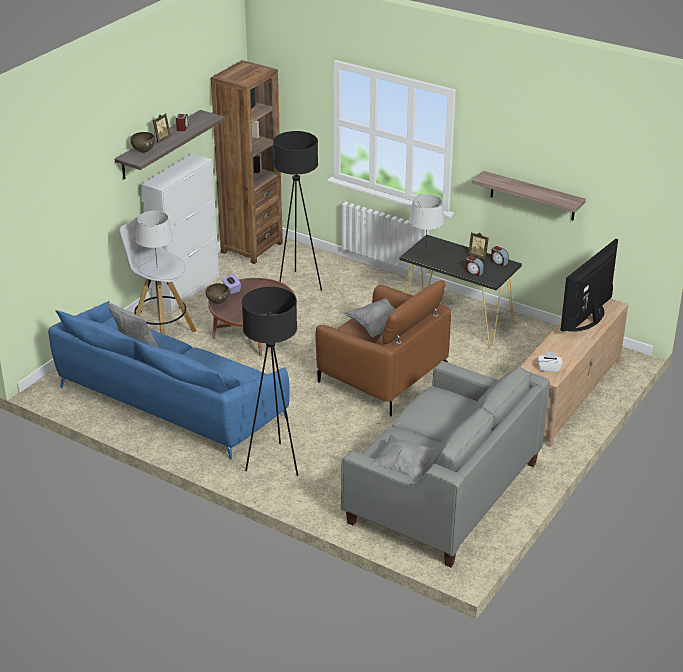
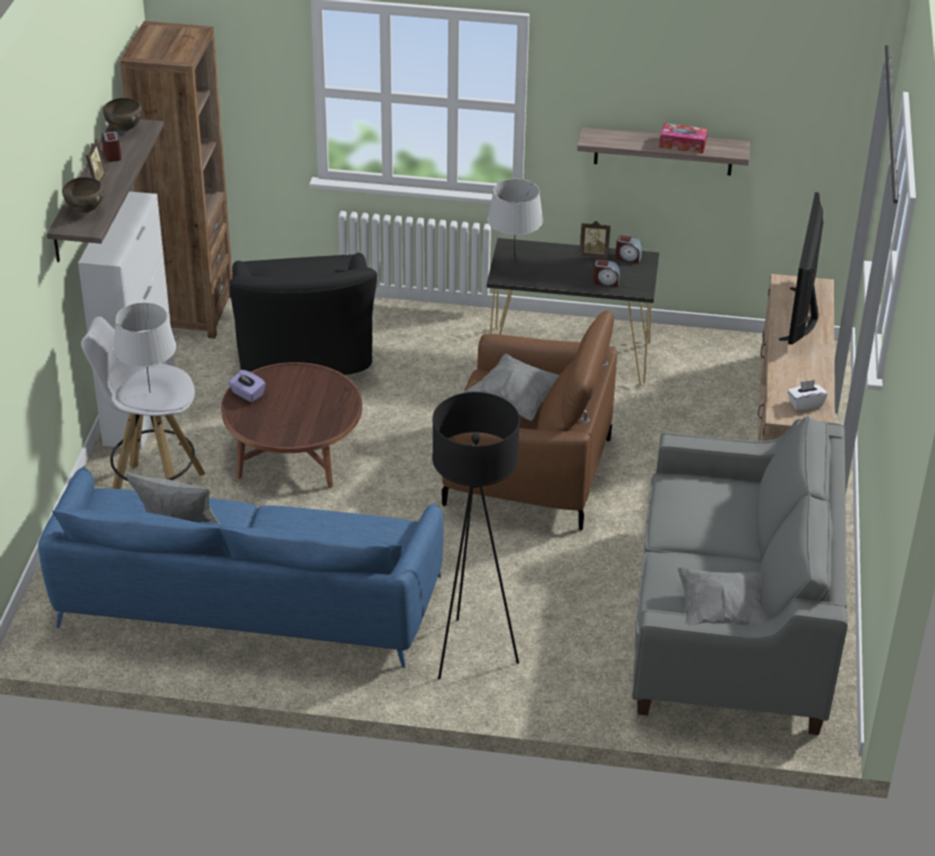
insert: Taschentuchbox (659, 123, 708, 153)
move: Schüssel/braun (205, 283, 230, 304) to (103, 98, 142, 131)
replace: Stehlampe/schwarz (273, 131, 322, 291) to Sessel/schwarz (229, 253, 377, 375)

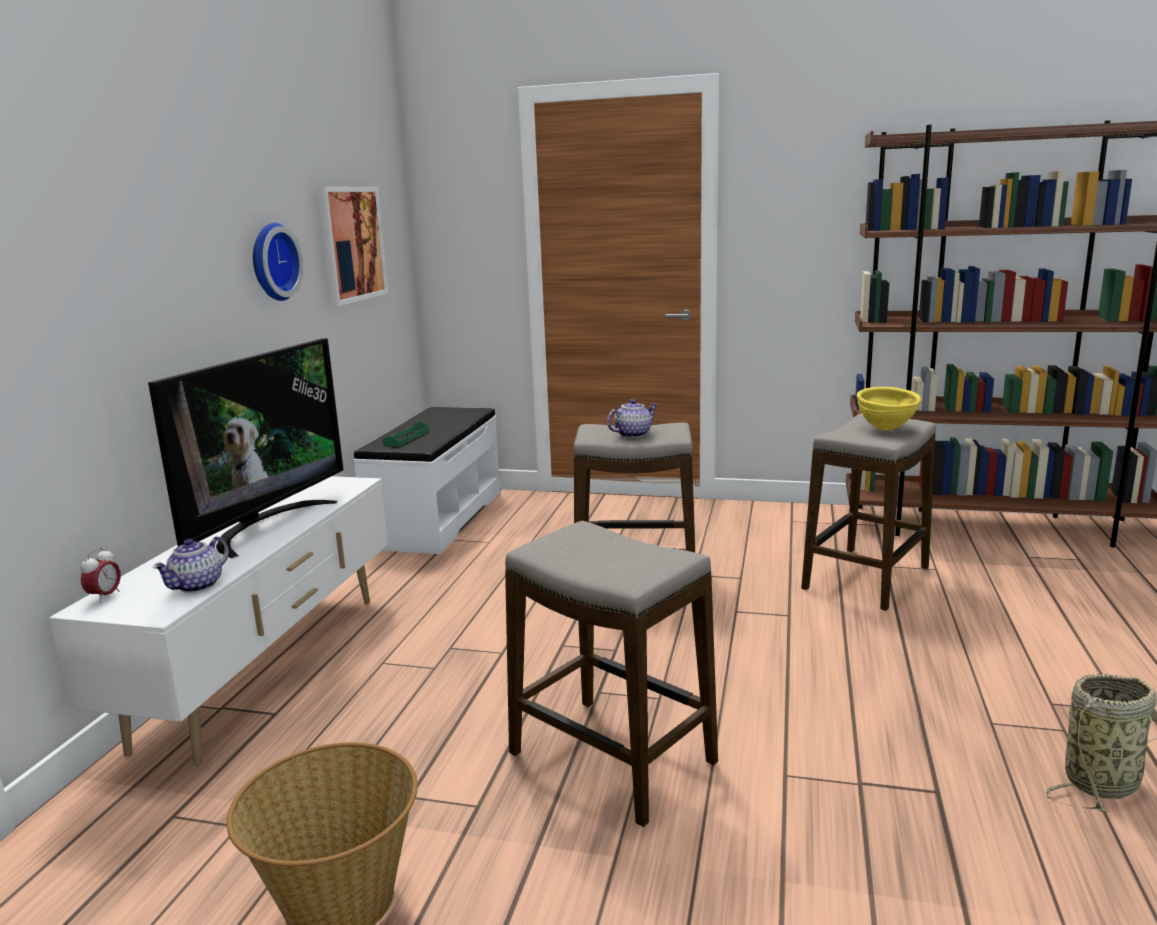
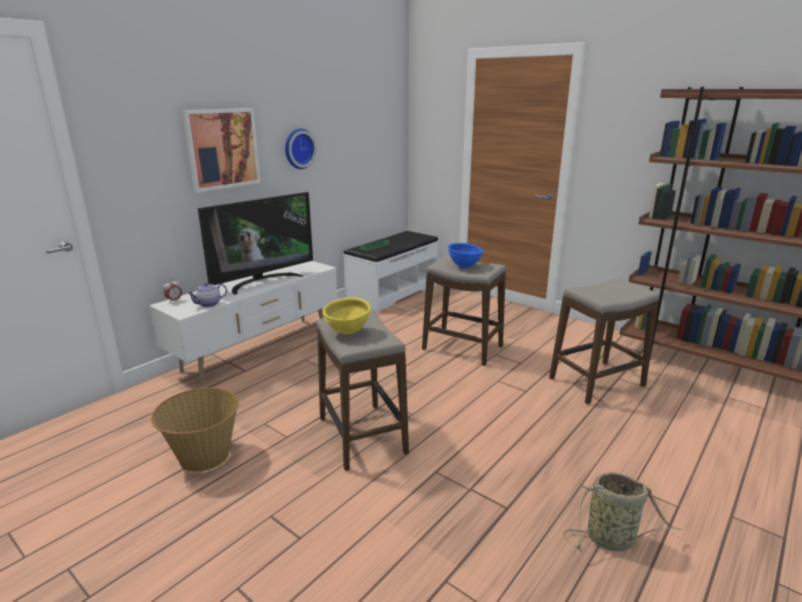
move: Bild (317, 186, 389, 306) to (182, 108, 261, 193); Schüssel/gelb (857, 387, 921, 430) to (323, 297, 371, 335)
replace: Teekanne (607, 399, 657, 438) to Schüssel/blau (448, 243, 483, 268)

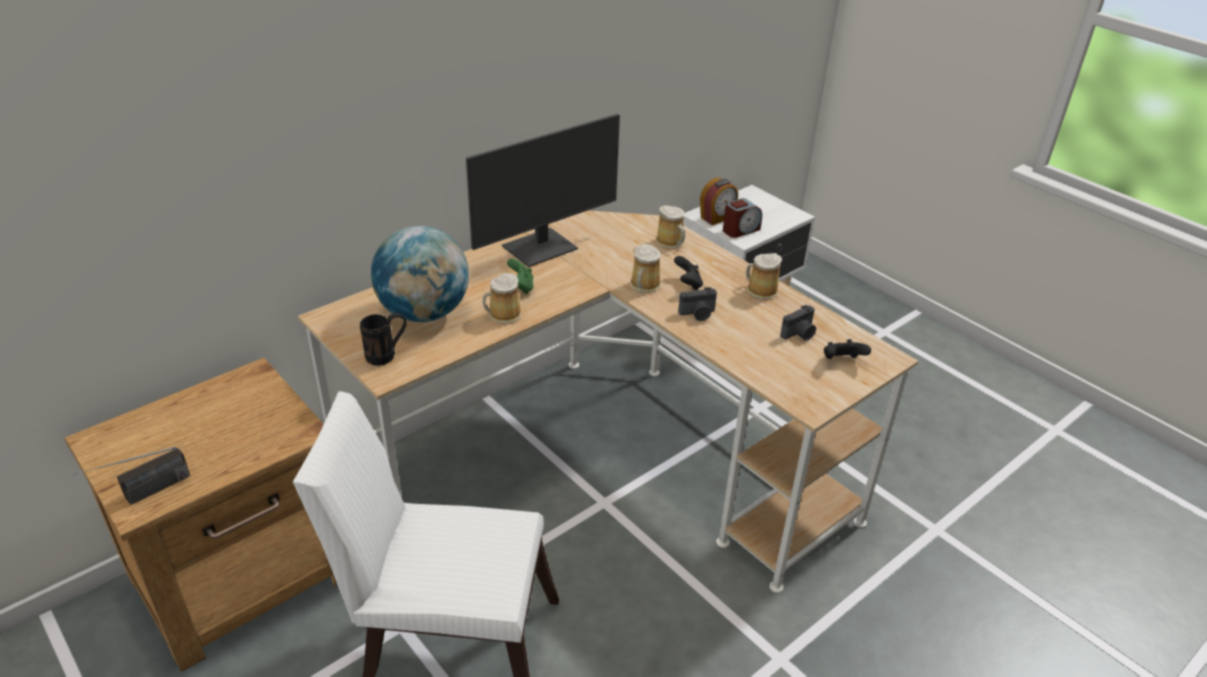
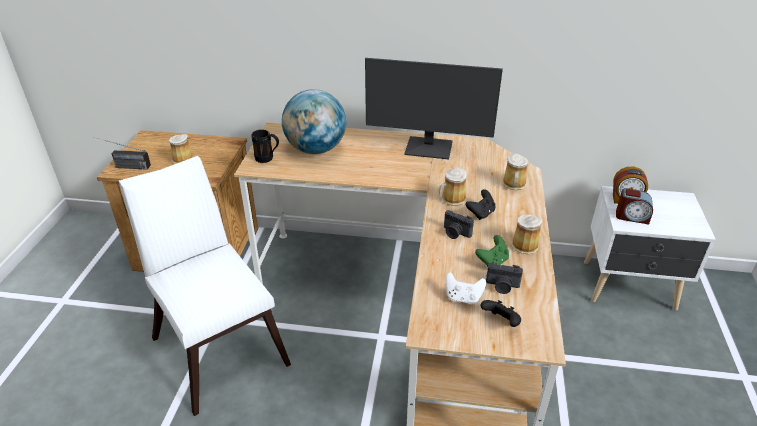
insert: Gamepad/weiß (445, 272, 486, 304)
move: Henkelbecher (483, 273, 522, 324) to (169, 134, 193, 164); Gamepad/grün (507, 259, 534, 294) to (475, 235, 509, 267)

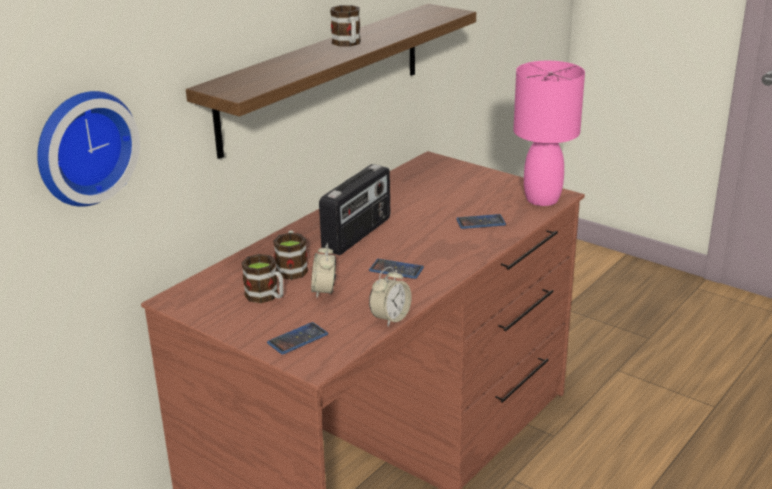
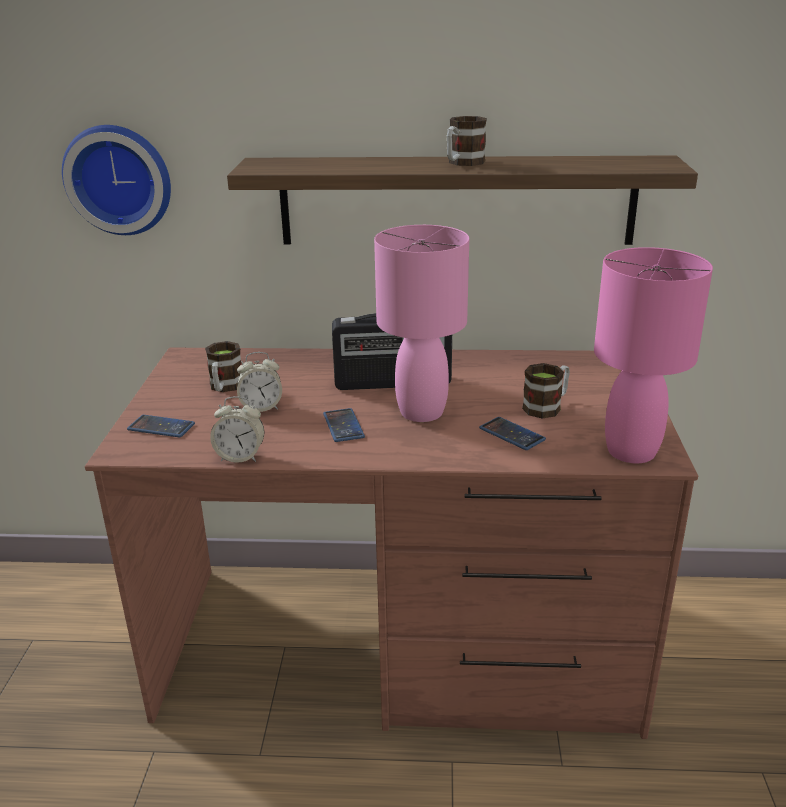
insert: Tischlampe/rosa (374, 225, 469, 422)
move: Henkelbecher (273, 230, 308, 280) to (522, 363, 570, 418)
rotate: Wecker (311, 243, 336, 298) = (237, 352, 282, 412) 150 degrees counterclockwise

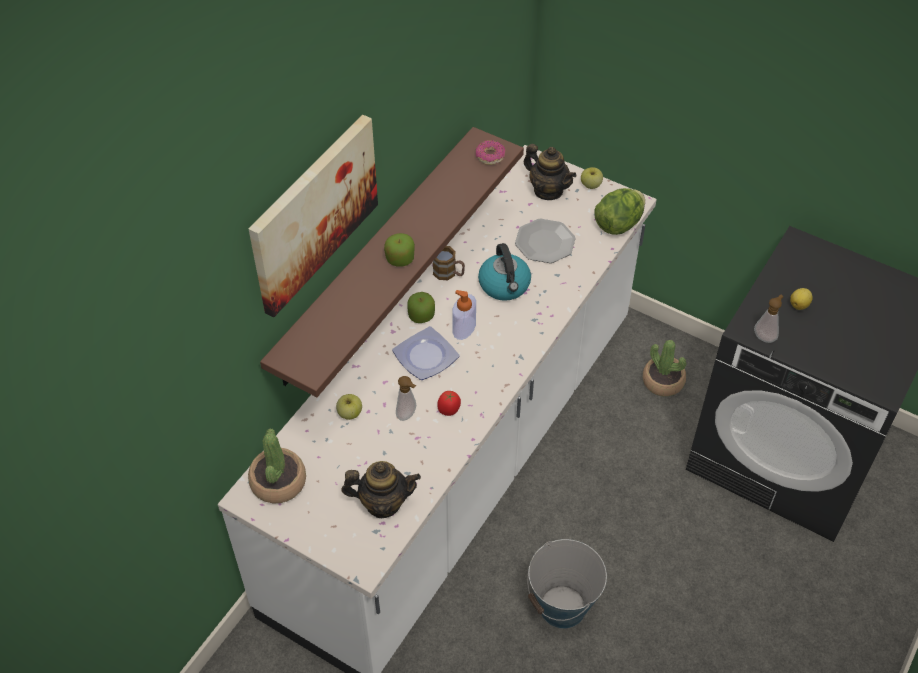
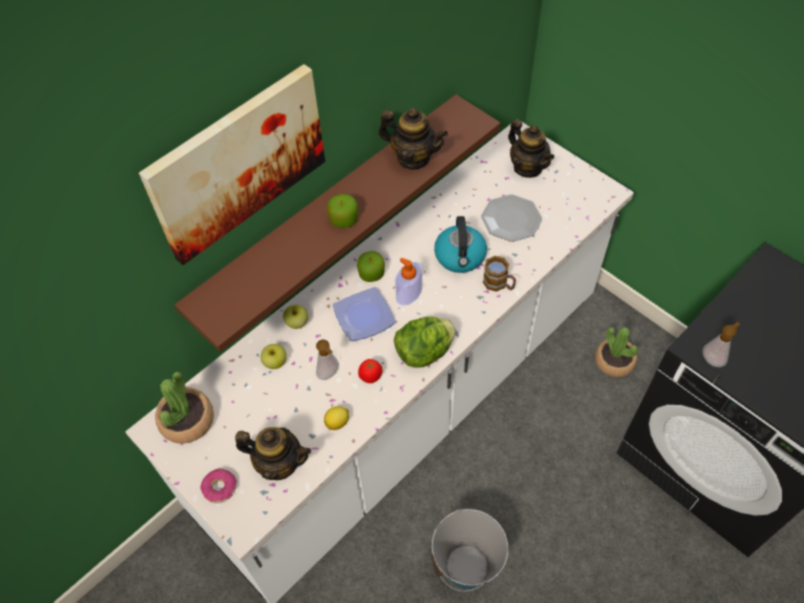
insert: Teekanne (378, 108, 448, 169)
move: Henkelbecher (433, 246, 465, 280) to (483, 256, 516, 292); Donut (476, 140, 506, 165) to (200, 469, 237, 503); Apfel (581, 167, 603, 189) to (283, 305, 308, 329); Salatkopf (595, 188, 645, 235) to (394, 316, 456, 368); Zitrone (790, 288, 813, 310) to (324, 406, 349, 430)

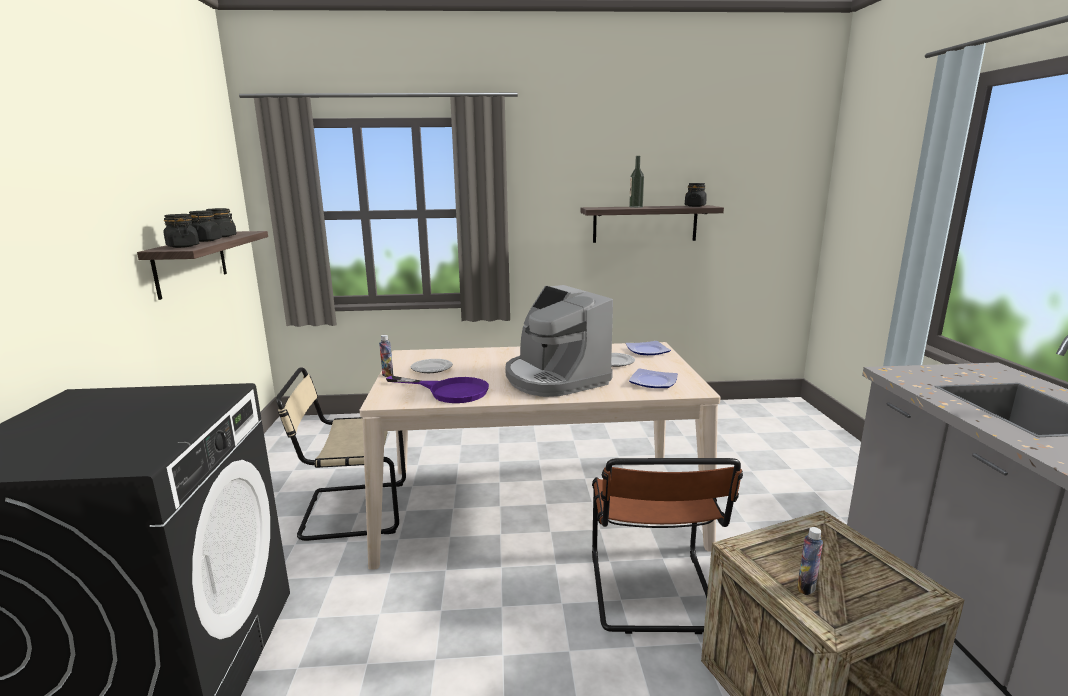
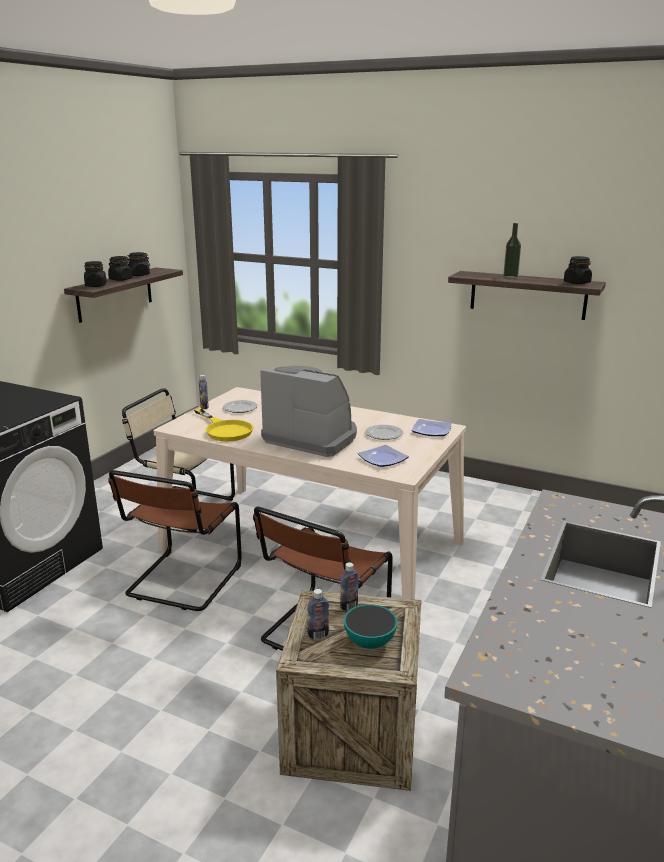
insert: Stuhl/braun (108, 470, 242, 611); Flasche (340, 562, 358, 611); Schüssel (344, 604, 397, 649)
recolor: Pfanne/lila (386, 376, 489, 403) to Pfanne/gelb (194, 409, 253, 441)
rotate: Kaffeemaschine (505, 285, 613, 397) = (260, 366, 357, 457) 120 degrees clockwise

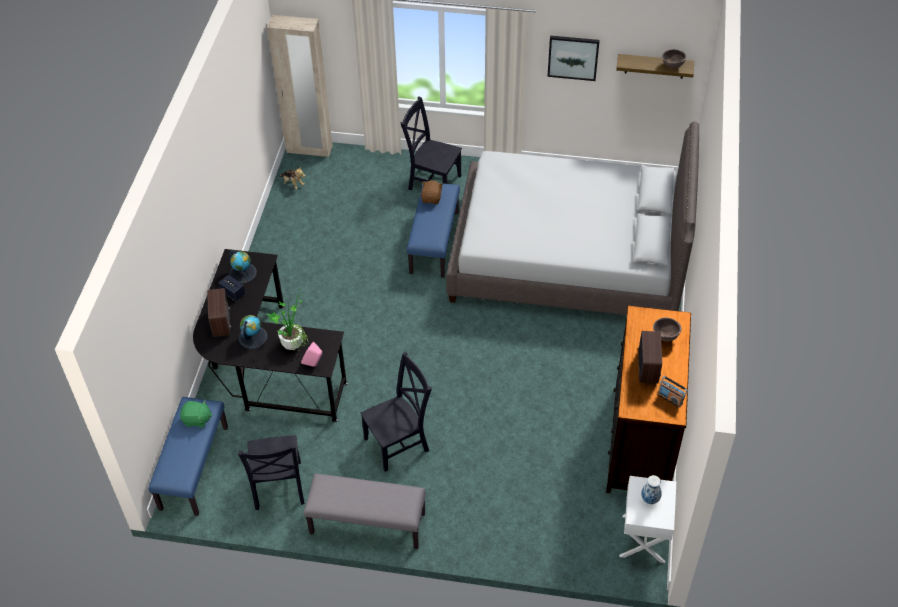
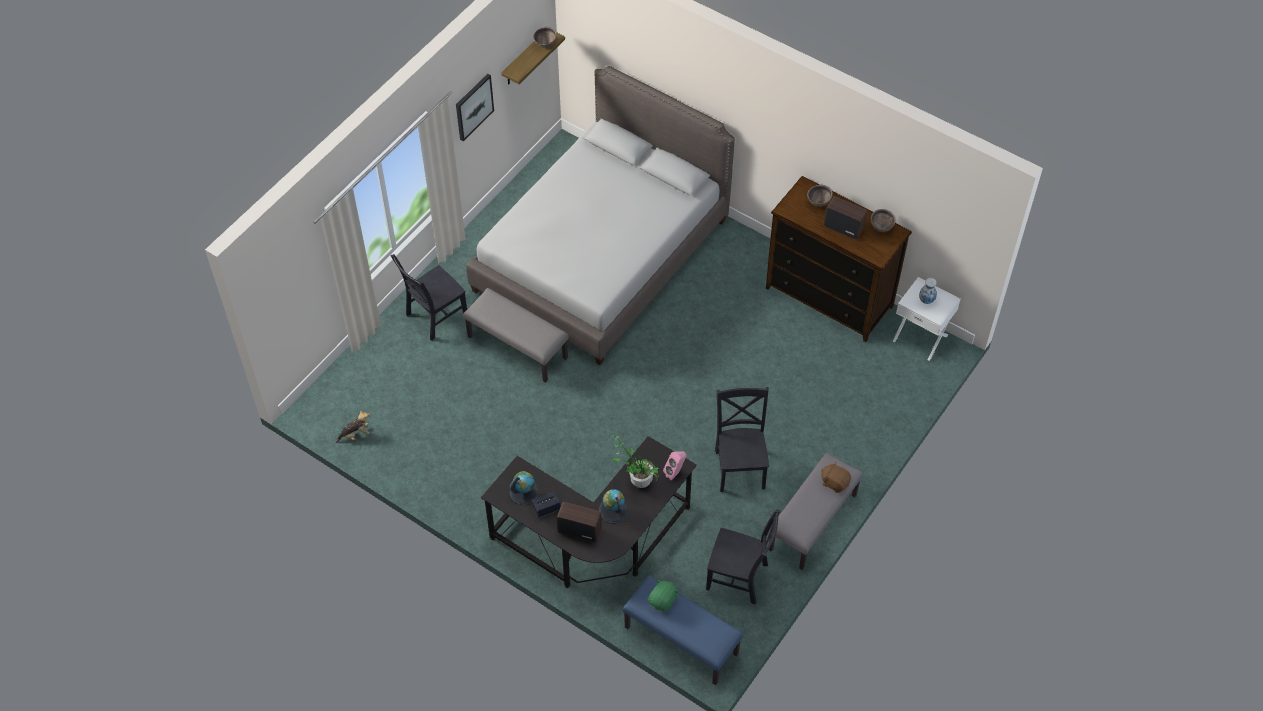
delete: Kleiderschrank/beige (267, 15, 333, 157)
move: Plüschtier/braun (421, 180, 443, 204) to (821, 461, 851, 493)
replace: Radio (658, 376, 688, 408) to Schüssel/braun (871, 209, 896, 232)
recolor: Bank/blau (406, 181, 460, 278) to Bank/grau (463, 288, 569, 383)

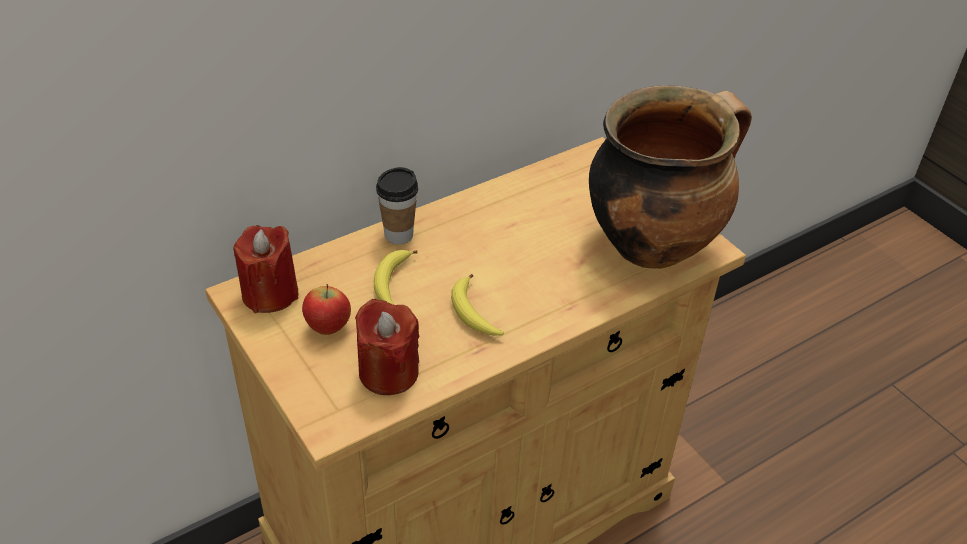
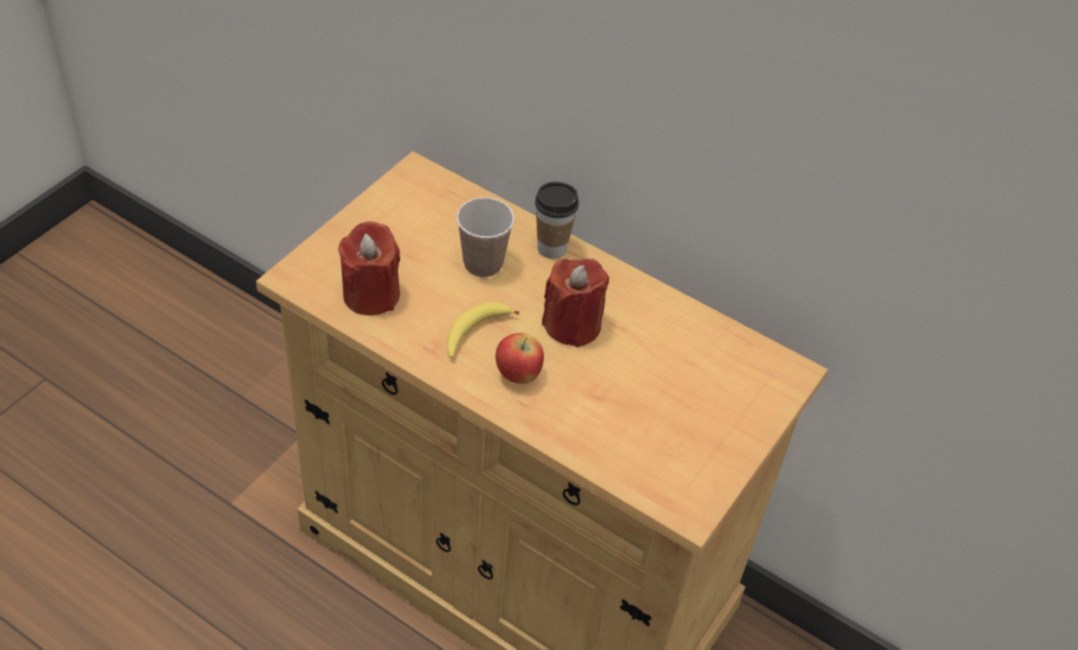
delete: Kochtopf (589, 85, 752, 269)
move: Kerze/rot (233, 225, 298, 313) to (542, 259, 609, 348); Apfel (302, 284, 351, 335) to (496, 333, 544, 384)
replace: Banane (374, 250, 418, 305) to Tasse (456, 197, 515, 277)

